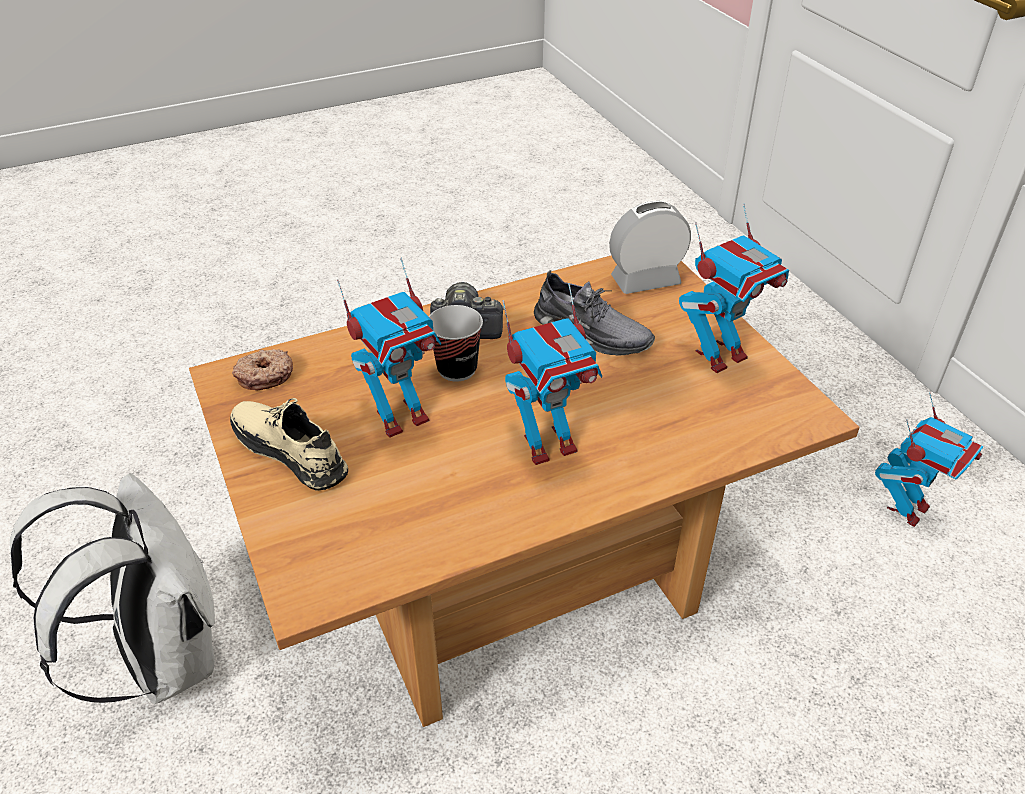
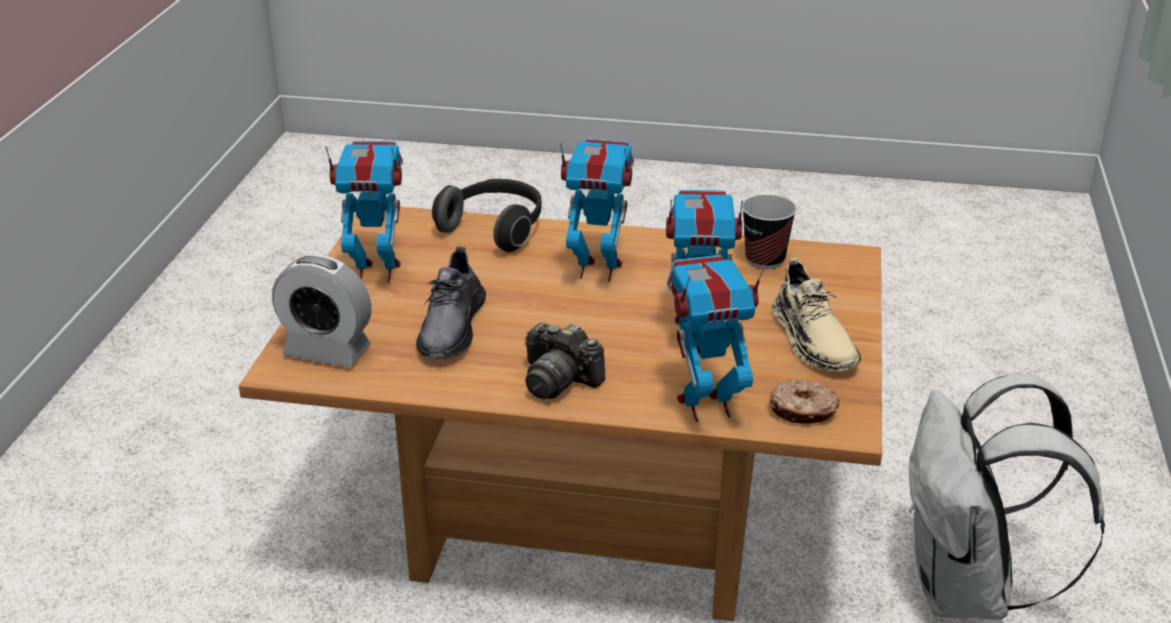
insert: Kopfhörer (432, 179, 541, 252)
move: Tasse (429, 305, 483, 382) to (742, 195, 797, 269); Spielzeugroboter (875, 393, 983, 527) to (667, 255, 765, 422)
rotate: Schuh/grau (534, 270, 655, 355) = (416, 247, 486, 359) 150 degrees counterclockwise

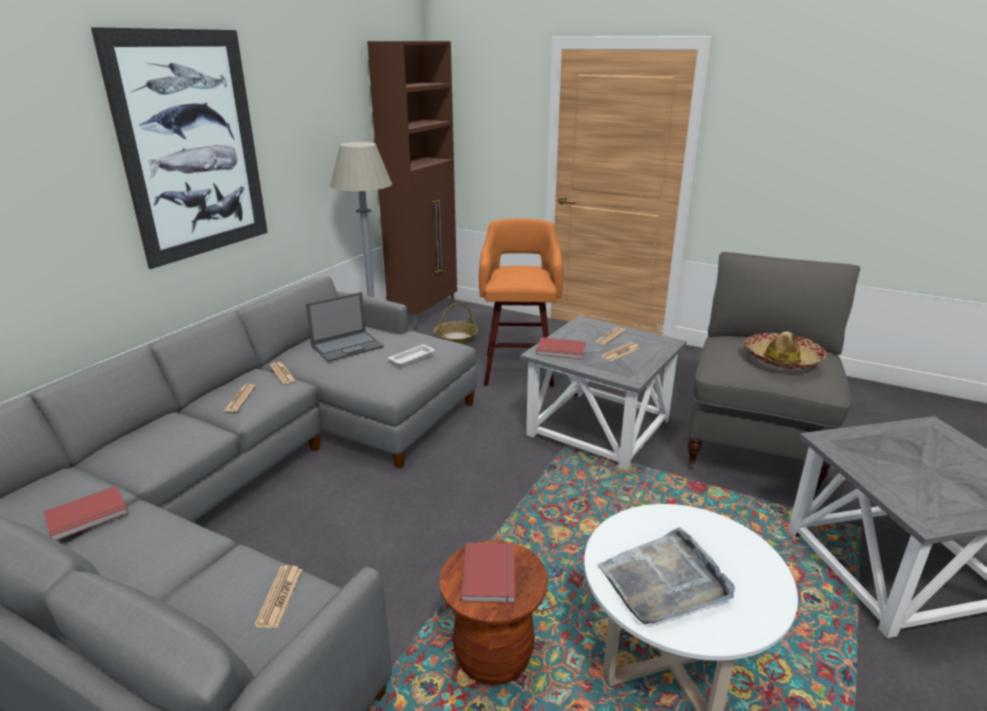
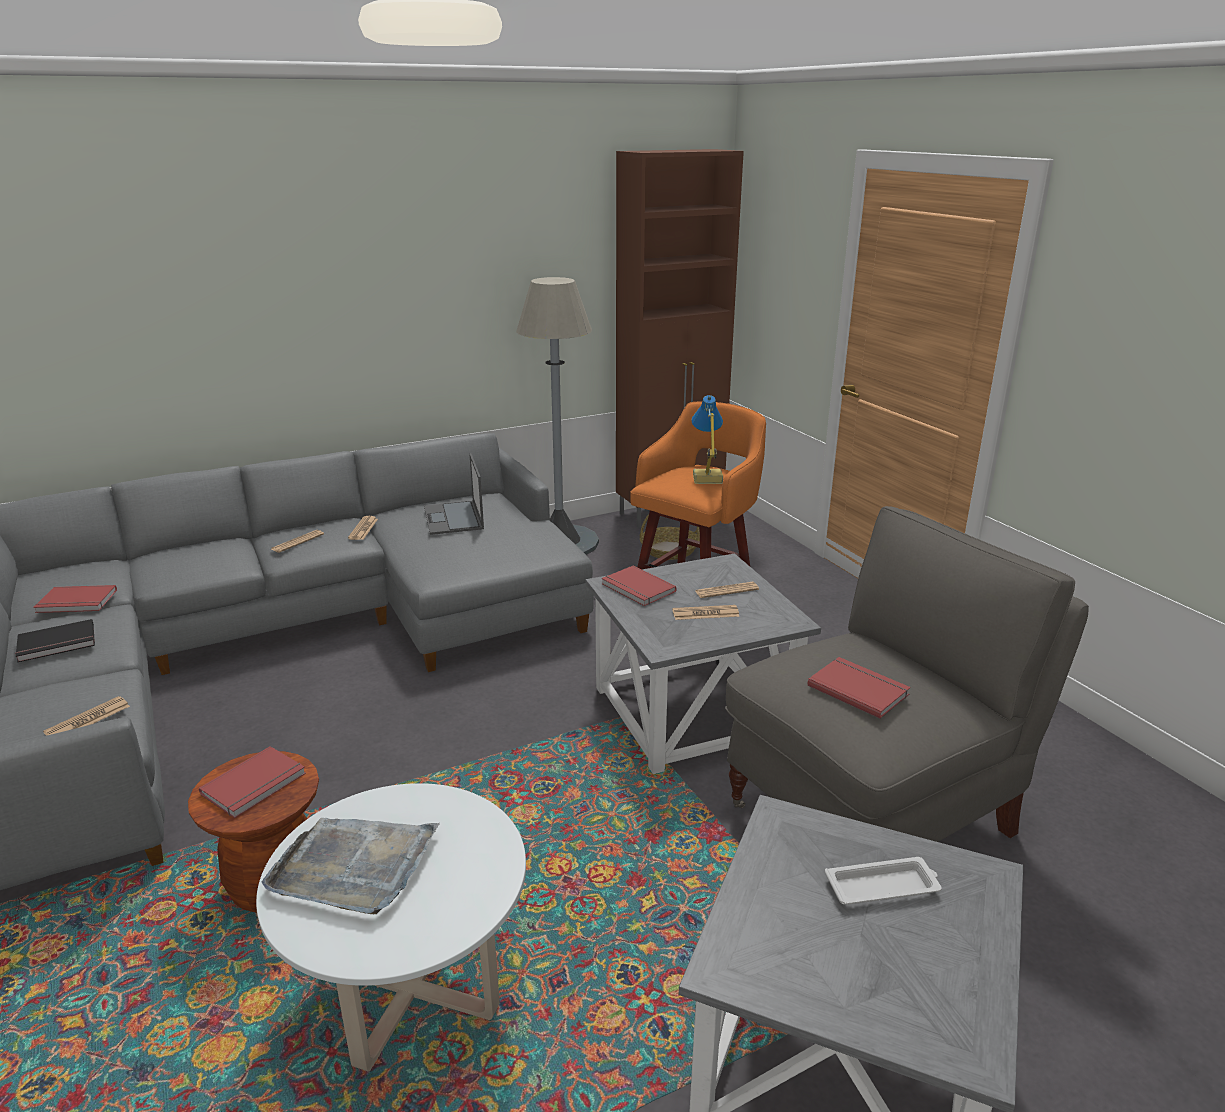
delete: Bild (91, 27, 268, 269)
insert: Buch/schwarz (15, 619, 95, 662); Tischlampe (691, 395, 723, 484)
move: Tablett/weiß (388, 344, 435, 366) to (825, 857, 942, 905)
replace: Hut (744, 331, 827, 369) to Buch/rot (808, 657, 910, 719)
rotate: Laptop (306, 292, 384, 362) = (424, 453, 484, 535) 75 degrees clockwise

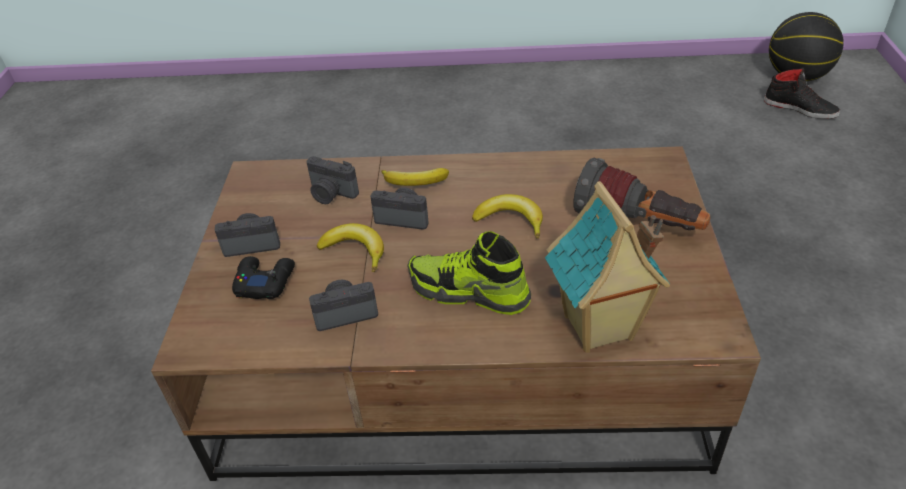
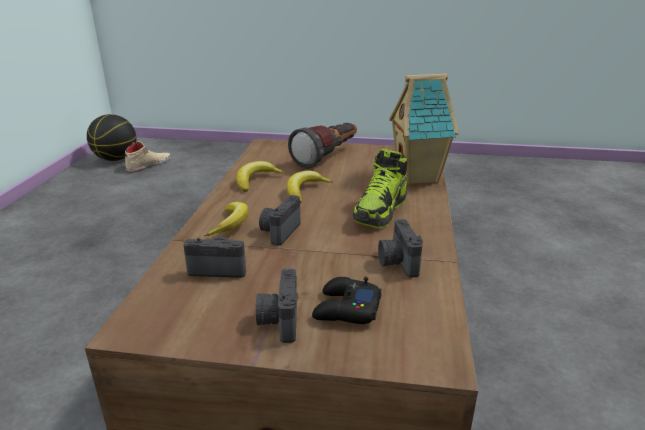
move: Banane (317, 223, 384, 272) to (236, 161, 285, 192)
recolor: Schuh/schwarz (764, 68, 840, 119) to Schuh/beige (125, 141, 171, 173)
rotate: Kamera (306, 156, 359, 204) = (183, 237, 246, 278) 120 degrees counterclockwise

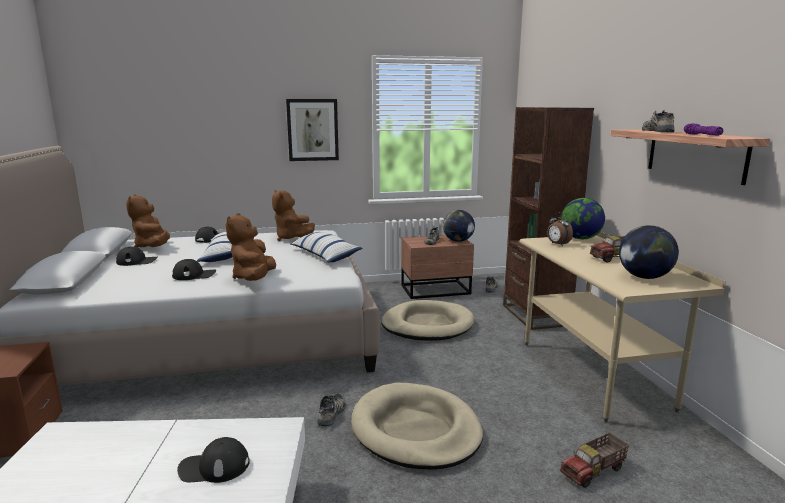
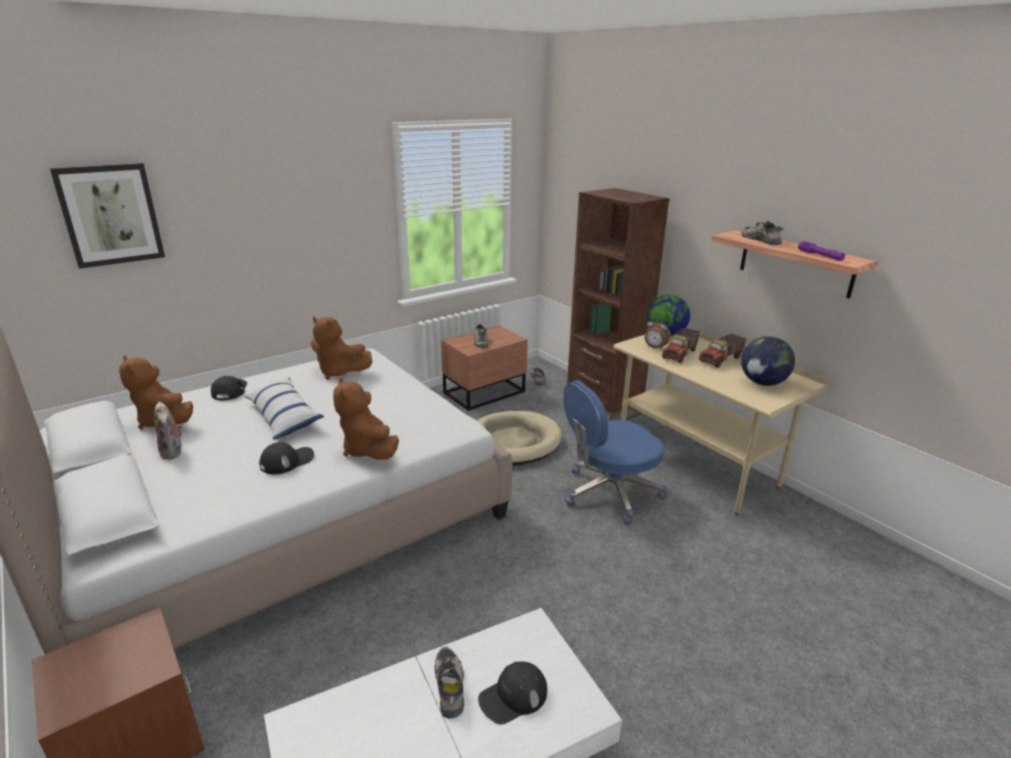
delete: Kissen (291, 232, 362, 263); Hundebett/beige (351, 383, 483, 470); Globus (443, 210, 475, 242)
insert: Bürostuhl/blau (564, 380, 667, 526)
move: Bild (286, 99, 339, 161) to (50, 163, 165, 269); Schuh (317, 393, 345, 426) to (435, 646, 464, 719); Spielzeuglaster (560, 433, 629, 488) to (662, 328, 700, 363)
replace: Kappe/schwarz (116, 247, 158, 266) to Plüschtier (154, 402, 182, 460)

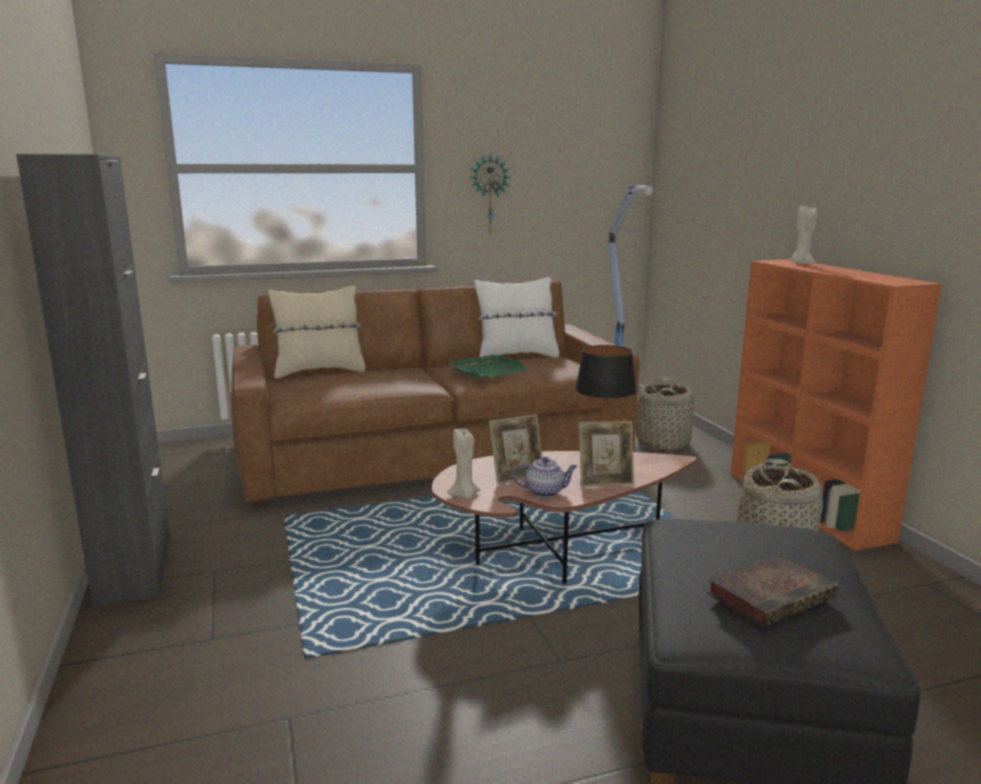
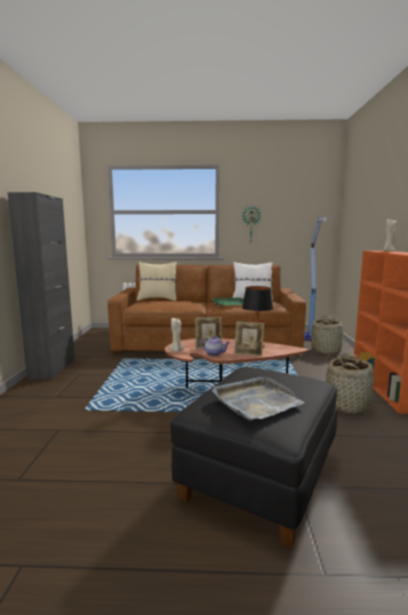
replace: Buch (706, 554, 839, 627) to Tablett/grau (212, 377, 305, 421)

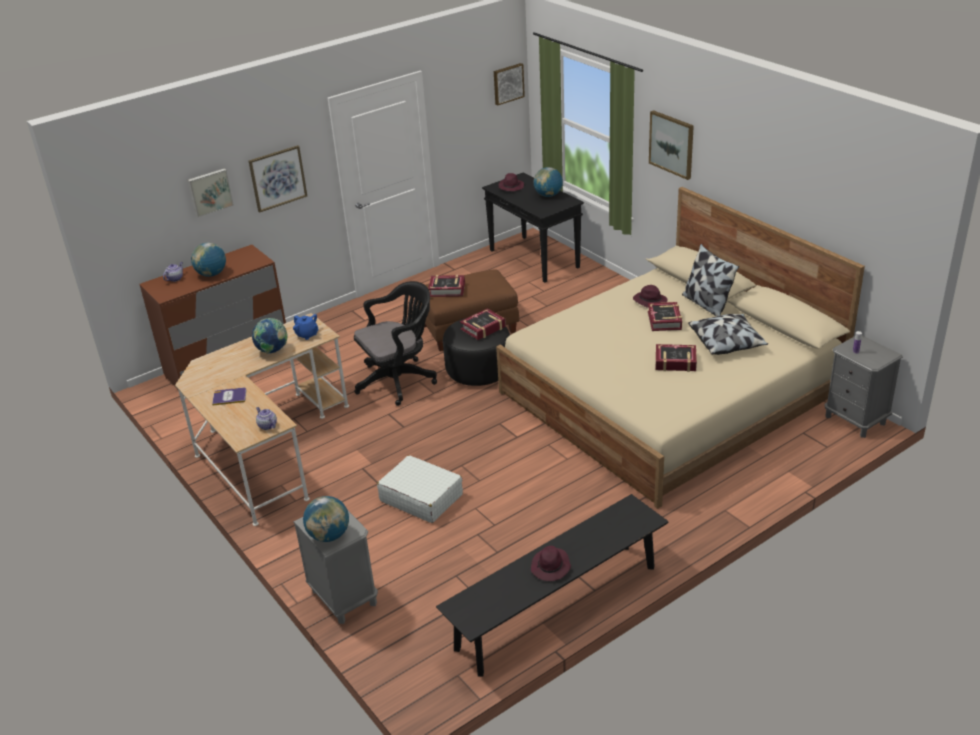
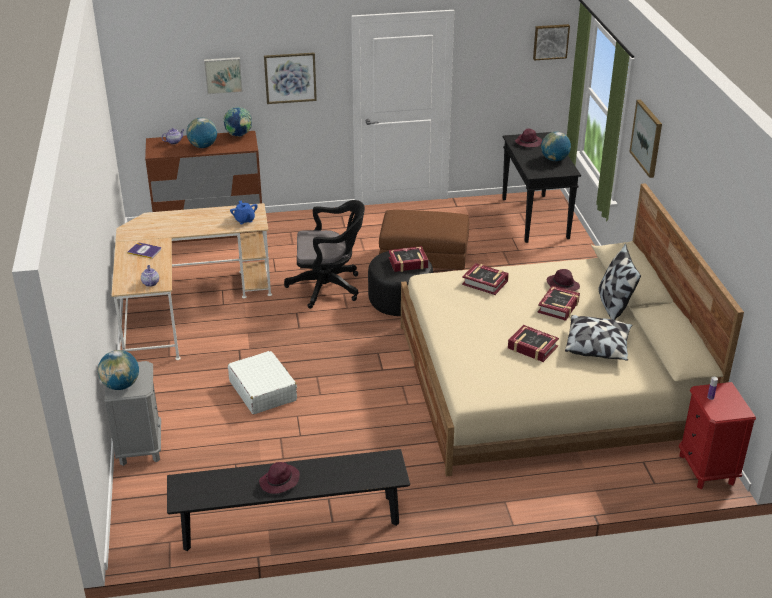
move: Globus (252, 318, 288, 354) to (224, 107, 252, 137); Buch (428, 275, 465, 297) to (462, 263, 509, 295)
recolor: Nachttisch/grau (824, 336, 903, 438) to Nachttisch/rot (679, 382, 756, 489)

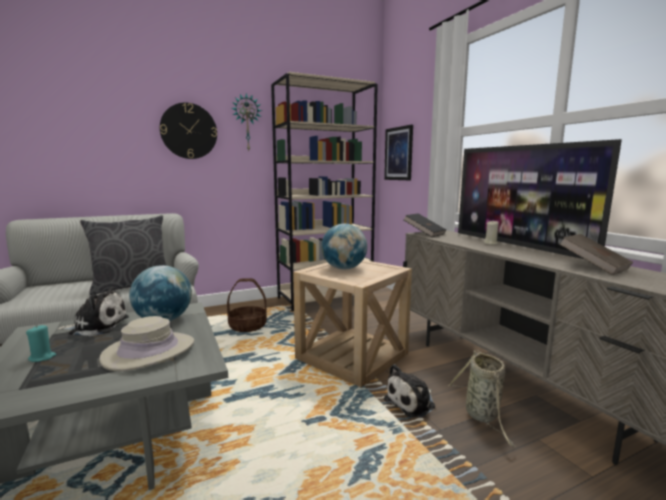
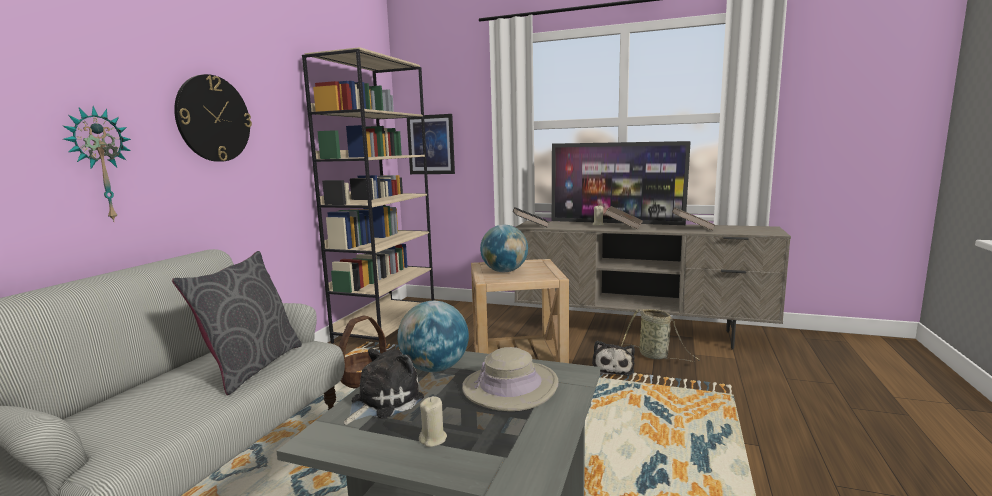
insert: Buch/braun (605, 206, 643, 229)
move: Wanduhr (231, 93, 262, 151) to (63, 106, 131, 222)
recolor: Kerze/türkis (26, 325, 56, 362) to Kerze/beige (419, 396, 447, 447)

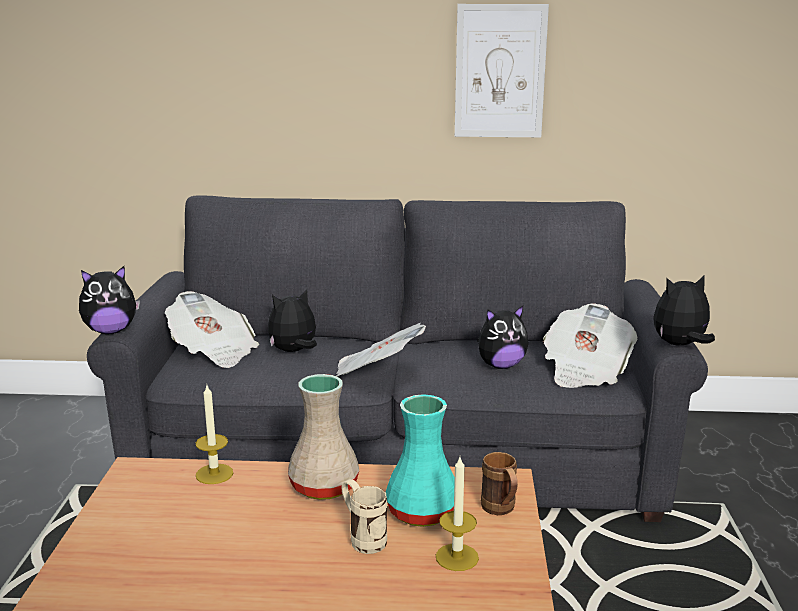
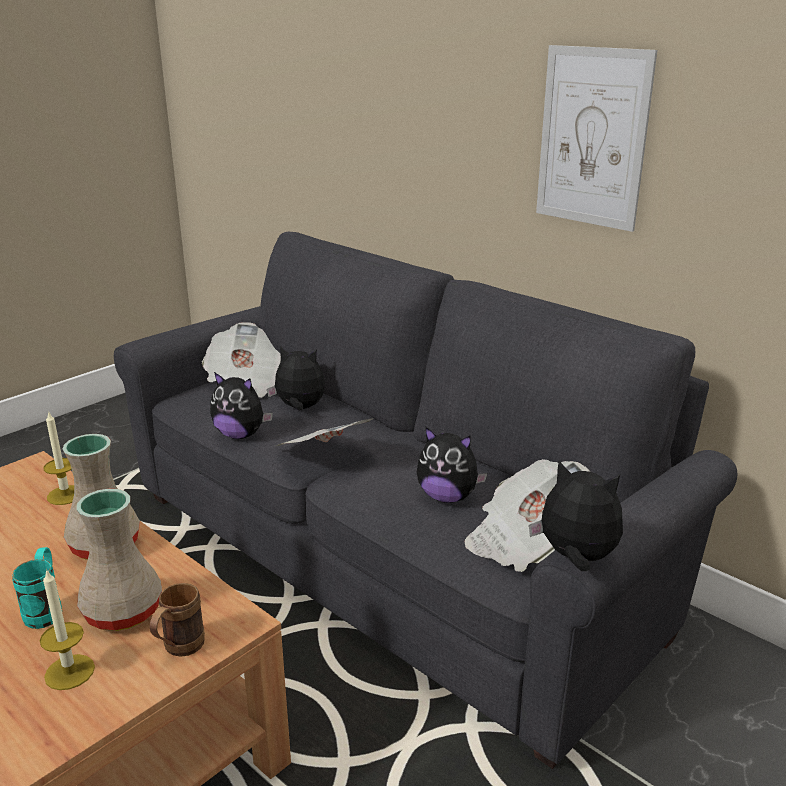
move: Plüschtier (79, 266, 140, 334) to (210, 372, 273, 439)
recolor: Henkelbecher/beige (341, 479, 387, 554) to Henkelbecher/türkis (12, 547, 62, 629); Vase/türkis (386, 394, 455, 527) to Vase/beige (76, 489, 162, 631)

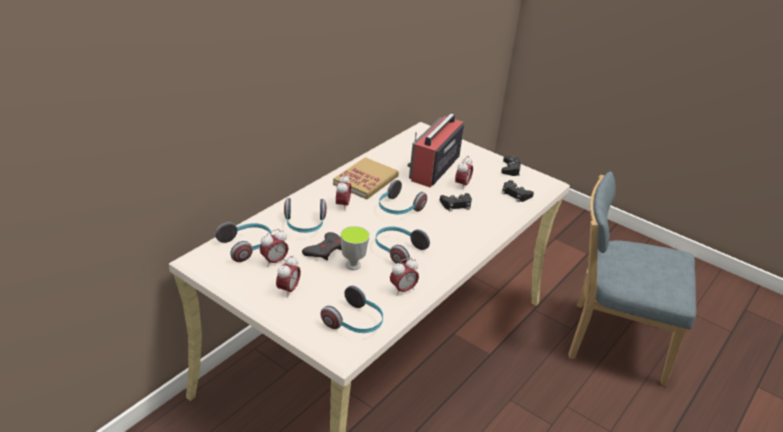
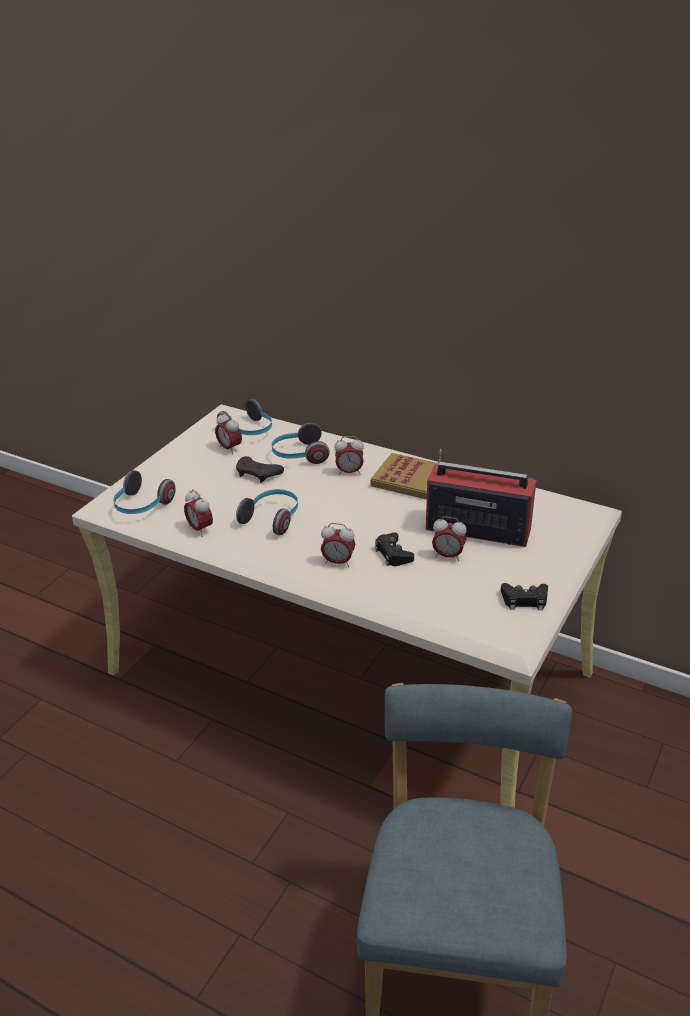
delete: Tasse (340, 226, 370, 270); Kopfhörer (379, 180, 427, 214); Gamepad/schwarz (502, 180, 534, 202)
move: Wecker (276, 255, 301, 298) to (321, 523, 355, 567)

